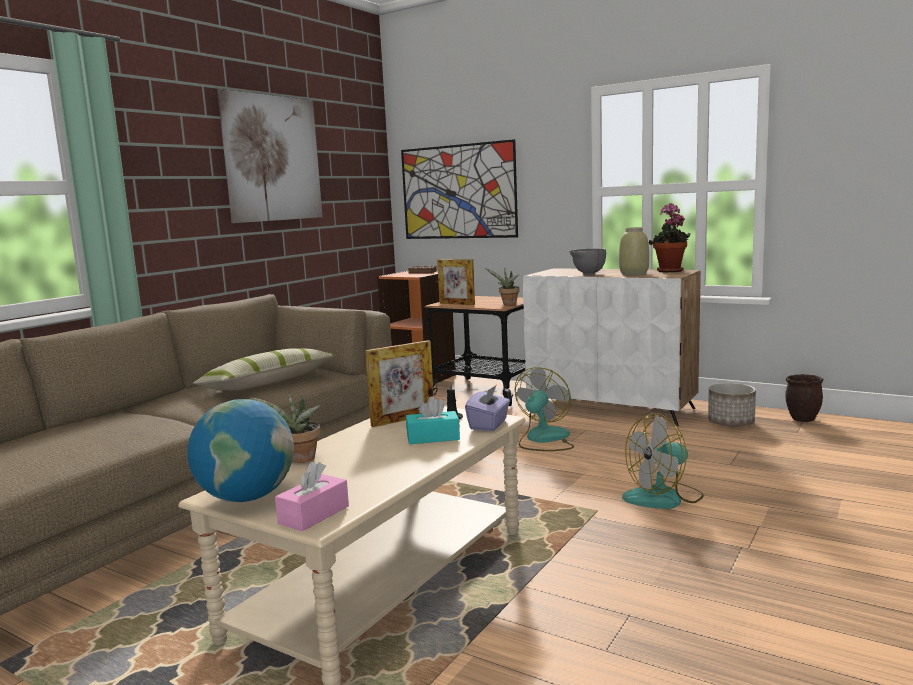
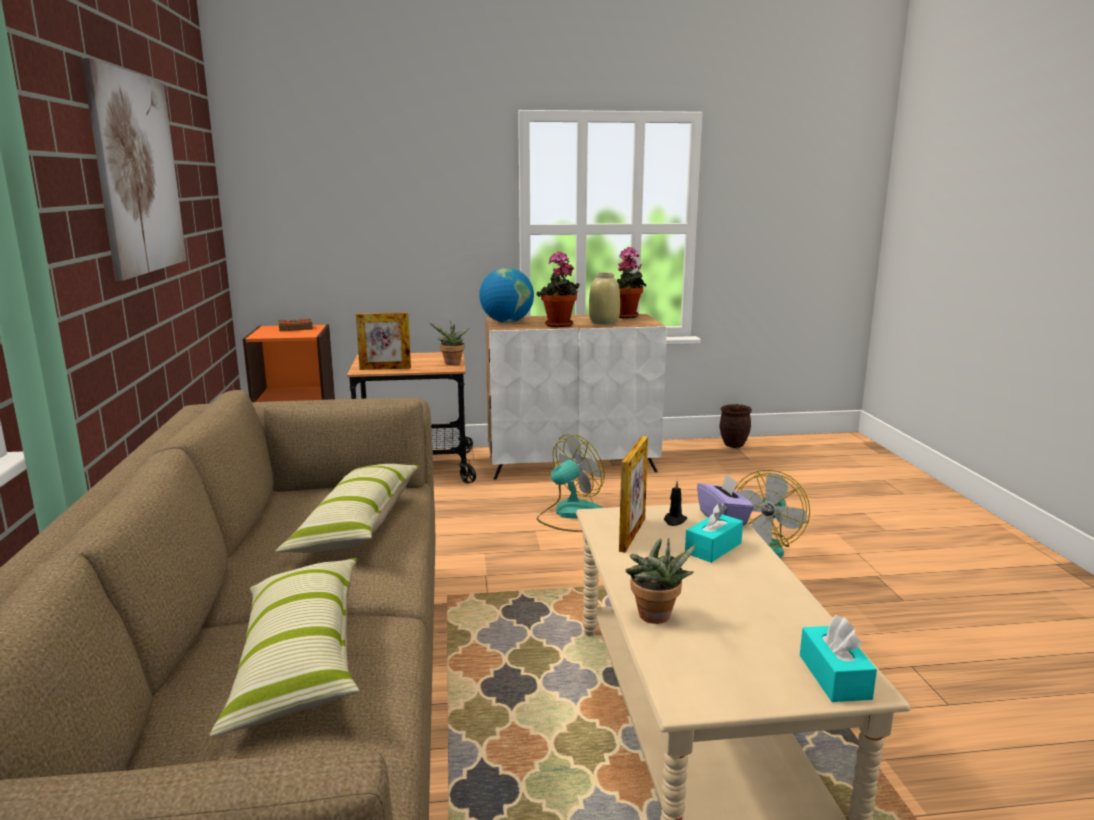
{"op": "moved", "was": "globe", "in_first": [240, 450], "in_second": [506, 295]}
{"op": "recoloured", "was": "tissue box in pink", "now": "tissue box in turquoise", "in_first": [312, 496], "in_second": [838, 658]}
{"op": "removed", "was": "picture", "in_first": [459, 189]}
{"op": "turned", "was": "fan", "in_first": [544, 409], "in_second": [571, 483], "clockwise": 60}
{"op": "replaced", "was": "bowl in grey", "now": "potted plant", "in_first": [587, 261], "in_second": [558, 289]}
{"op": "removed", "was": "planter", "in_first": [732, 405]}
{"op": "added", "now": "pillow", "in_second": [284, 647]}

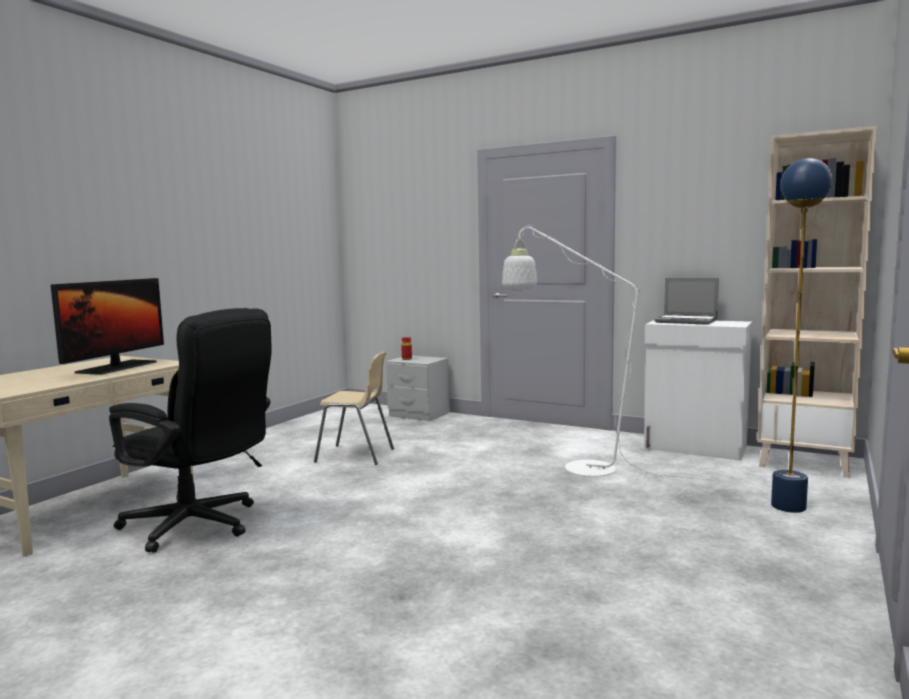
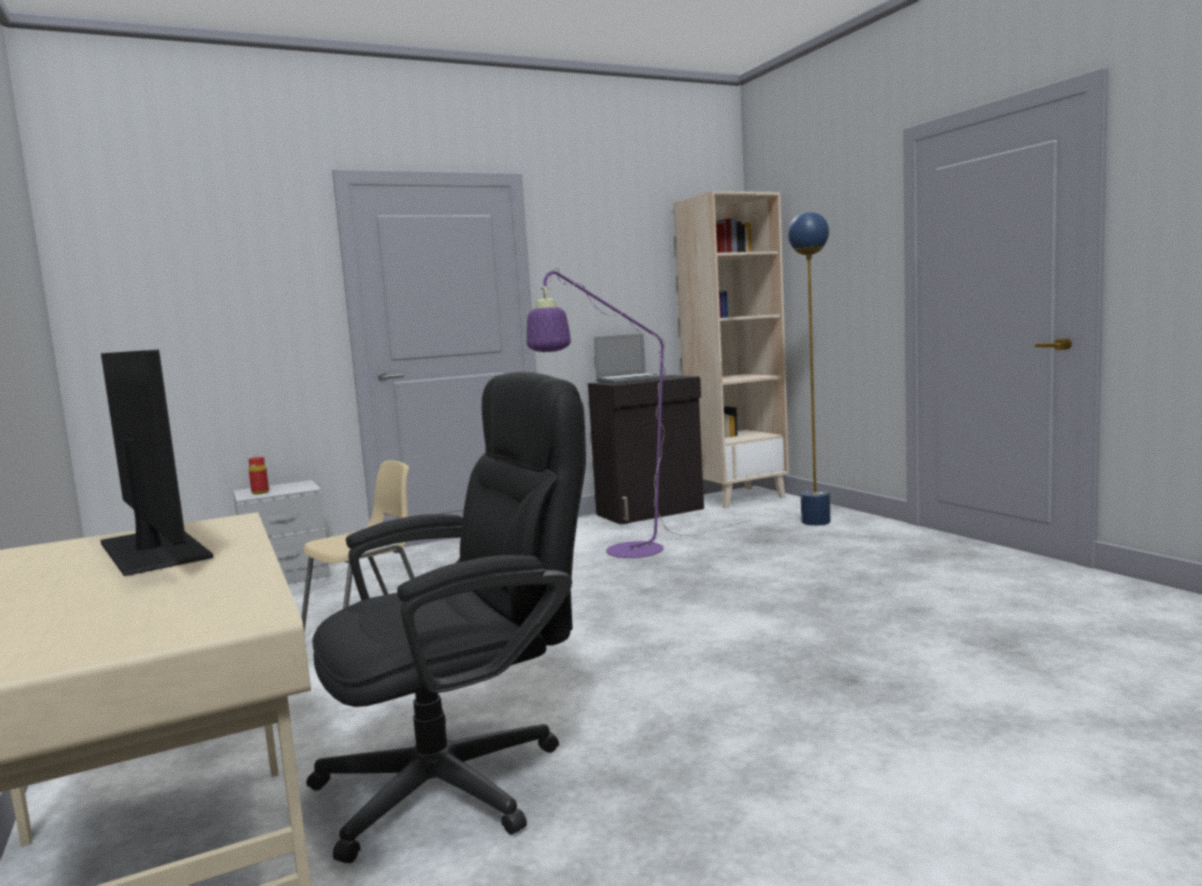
{"op": "recoloured", "was": "floor lamp in white", "now": "floor lamp in purple", "in_first": [621, 353], "in_second": [639, 413]}
{"op": "recoloured", "was": "cabinet in white", "now": "cabinet in black", "in_first": [698, 390], "in_second": [646, 450]}

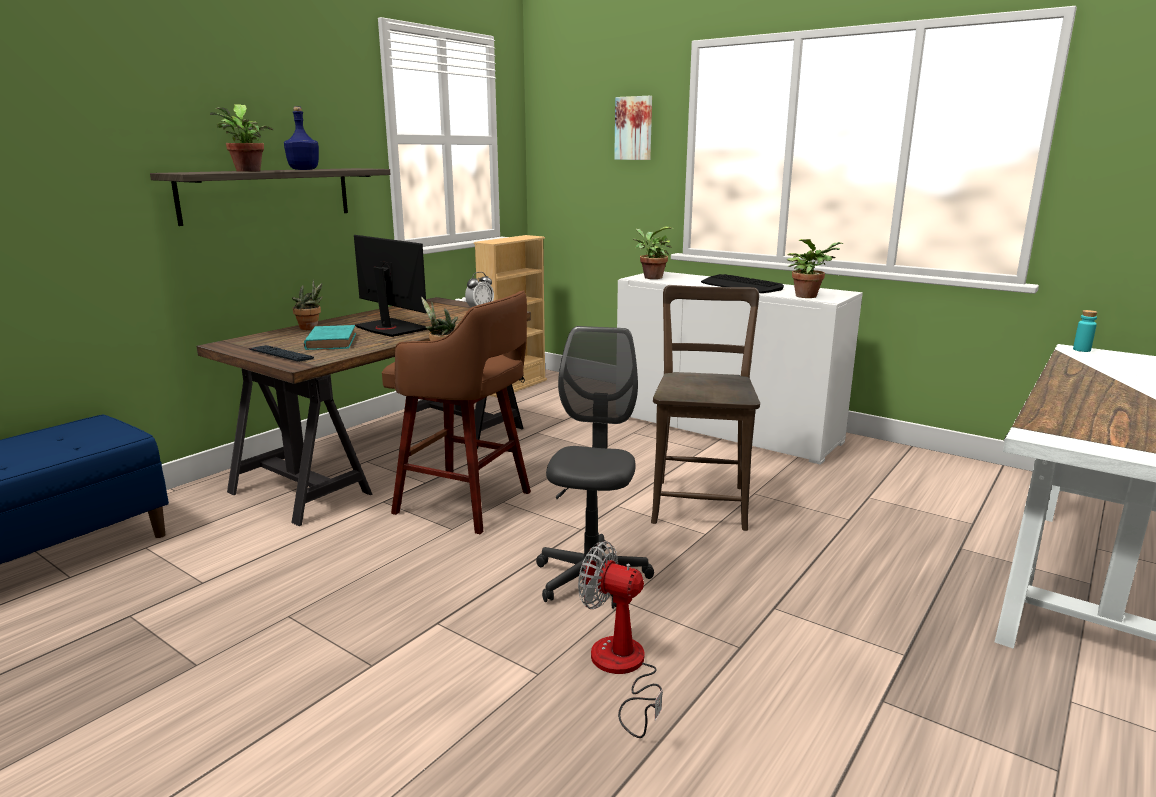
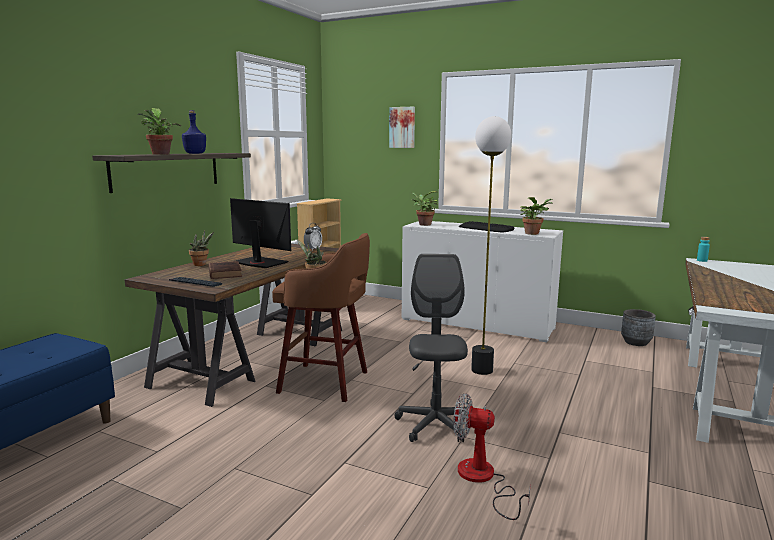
{"op": "recoloured", "was": "book in turquoise", "now": "book in brown", "in_first": [330, 337], "in_second": [225, 270]}
{"op": "replaced", "was": "chair in brown", "now": "floor lamp", "in_first": [705, 408], "in_second": [491, 245]}
{"op": "added", "now": "planter in grey", "in_second": [638, 327]}

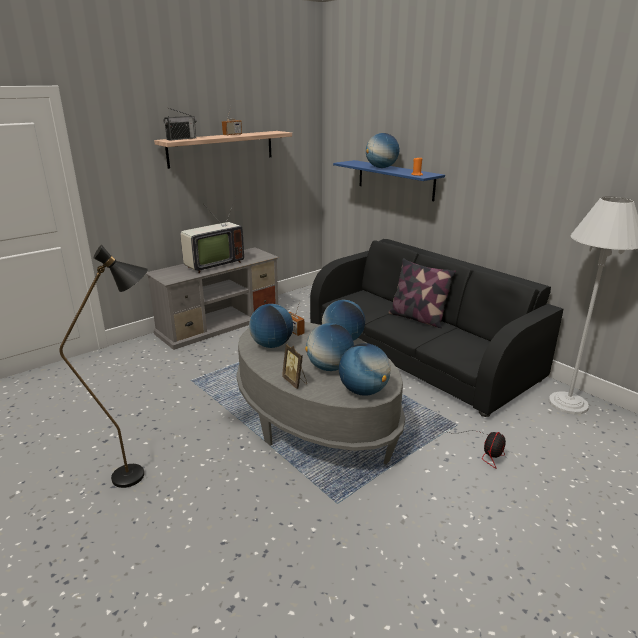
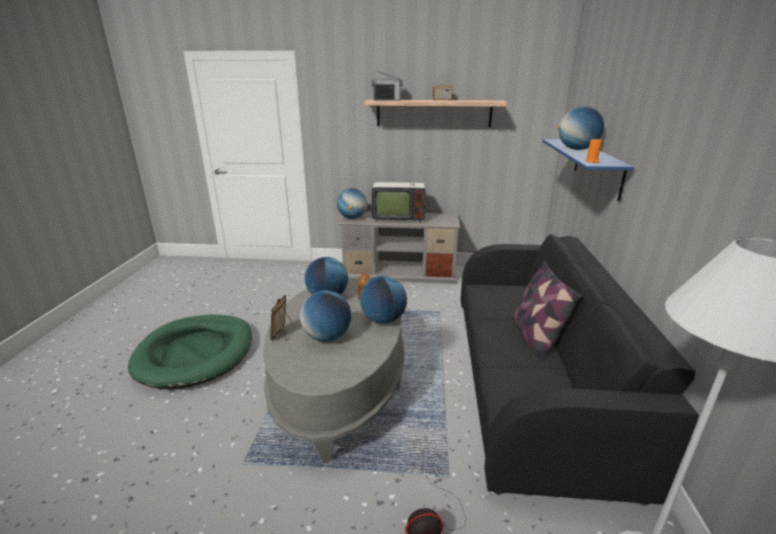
{"op": "replaced", "was": "floor lamp in black", "now": "dog bed in green", "in_first": [104, 366], "in_second": [190, 352]}
{"op": "moved", "was": "globe", "in_first": [365, 369], "in_second": [352, 203]}

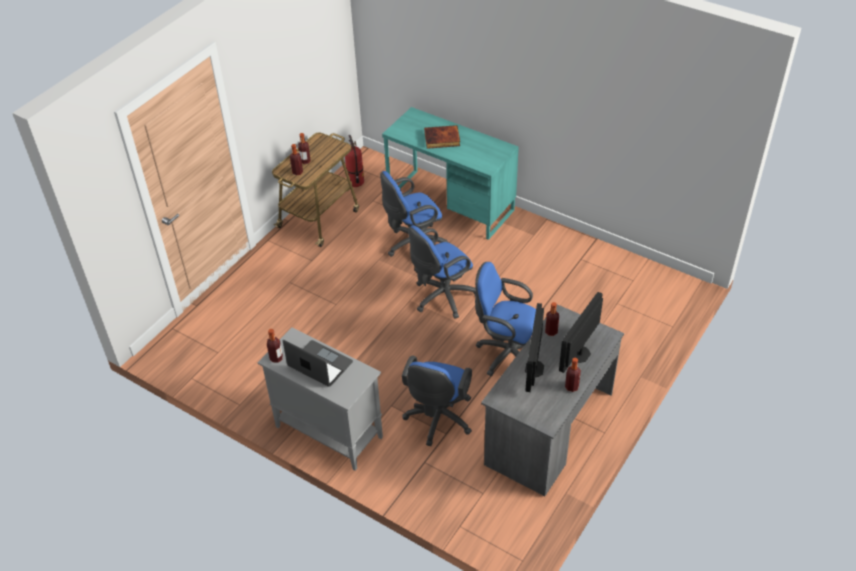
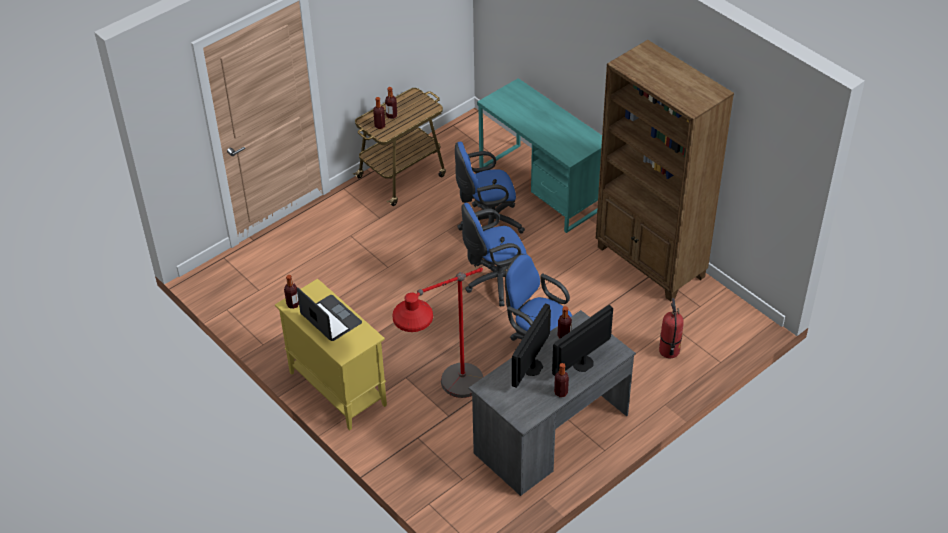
{"op": "recoloured", "was": "cabinet in grey", "now": "cabinet in yellow", "in_first": [320, 399], "in_second": [331, 355]}
{"op": "moved", "was": "fire extinguisher", "in_first": [354, 161], "in_second": [671, 328]}
{"op": "replaced", "was": "office chair in blue", "now": "floor lamp in red", "in_first": [437, 400], "in_second": [438, 332]}
{"op": "removed", "was": "book", "in_first": [442, 137]}
{"op": "added", "now": "bookcase in brown", "in_second": [665, 170]}

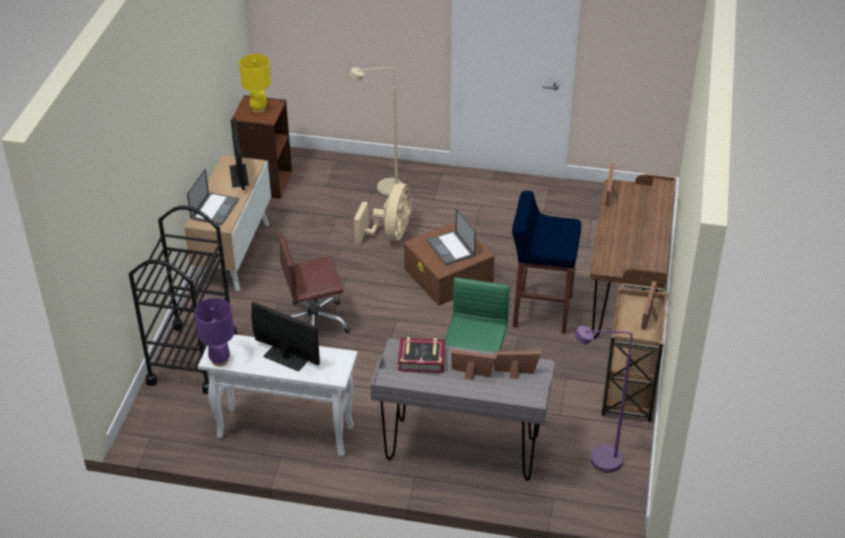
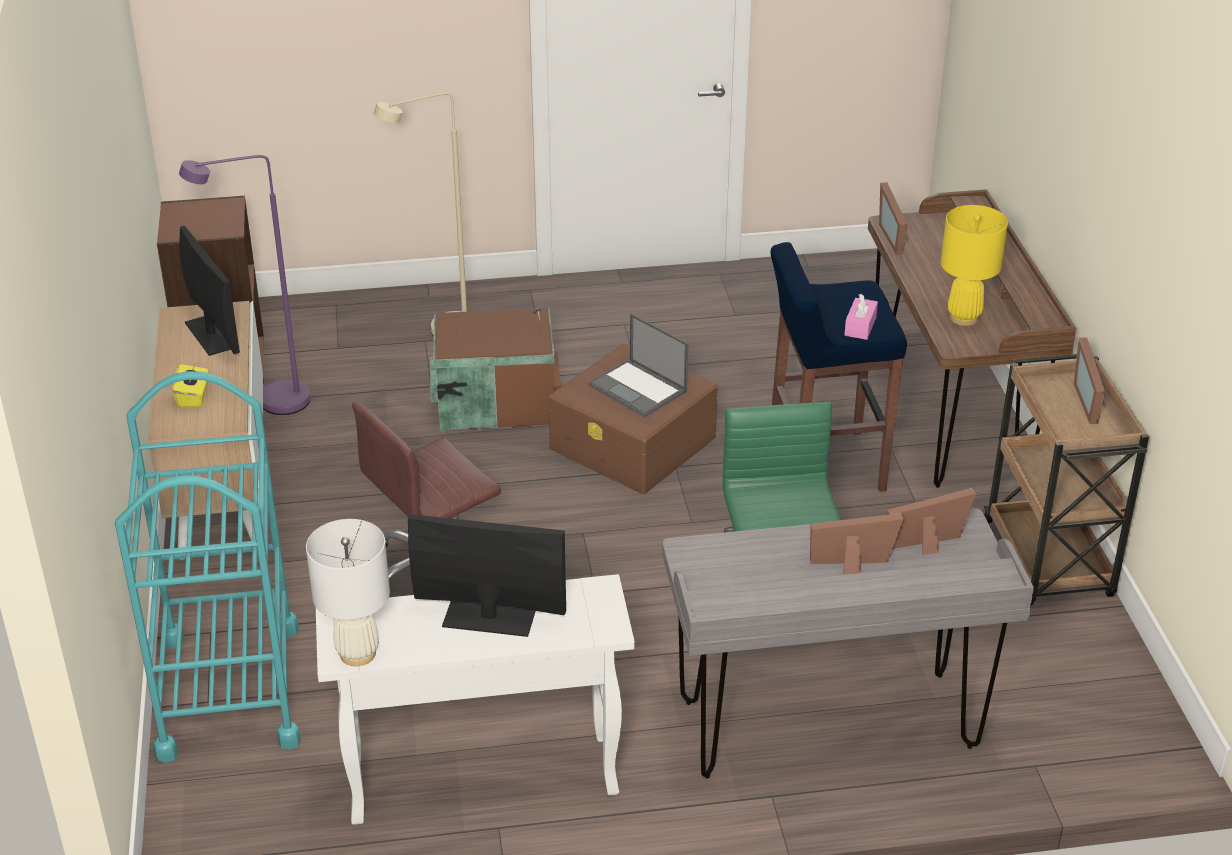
{"op": "recoloured", "was": "cart in black", "now": "cart in turquoise", "in_first": [183, 300], "in_second": [208, 567]}
{"op": "replaced", "was": "laptop", "now": "tissue box in yellow", "in_first": [213, 197], "in_second": [190, 385]}
{"op": "recoloured", "was": "table lamp in purple", "now": "table lamp in white", "in_first": [214, 332], "in_second": [348, 592]}
{"op": "moved", "was": "table lamp in yellow", "in_first": [255, 83], "in_second": [974, 265]}
{"op": "replaced", "was": "fan in beige", "now": "storage box in brown", "in_first": [382, 213], "in_second": [495, 370]}
{"op": "removed", "was": "book", "in_first": [421, 355]}
{"op": "moved", "was": "floor lamp in purple", "in_first": [603, 399], "in_second": [244, 285]}
{"op": "added", "now": "tissue box in pink", "in_second": [861, 317]}

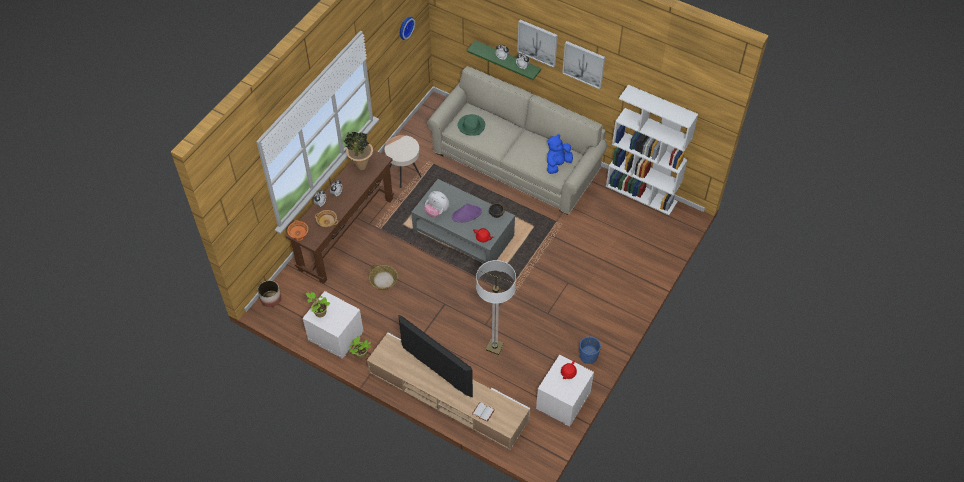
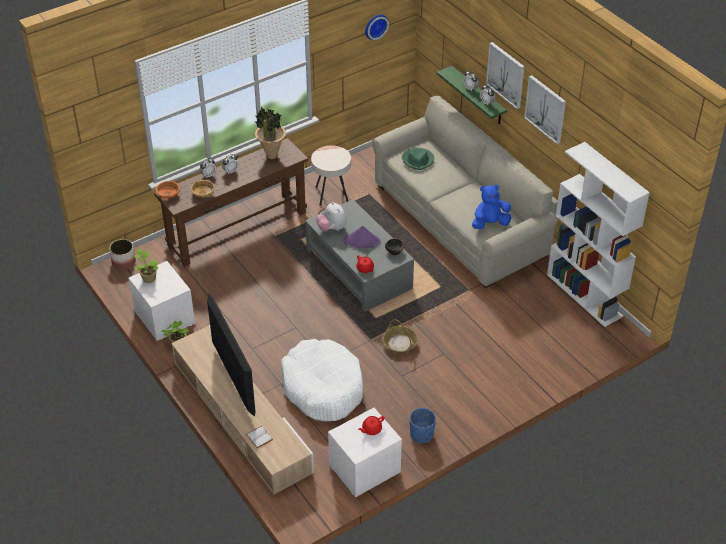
{"op": "moved", "was": "basket", "in_first": [383, 276], "in_second": [400, 336]}
{"op": "replaced", "was": "floor lamp", "now": "dog bed in white", "in_first": [496, 307], "in_second": [322, 380]}

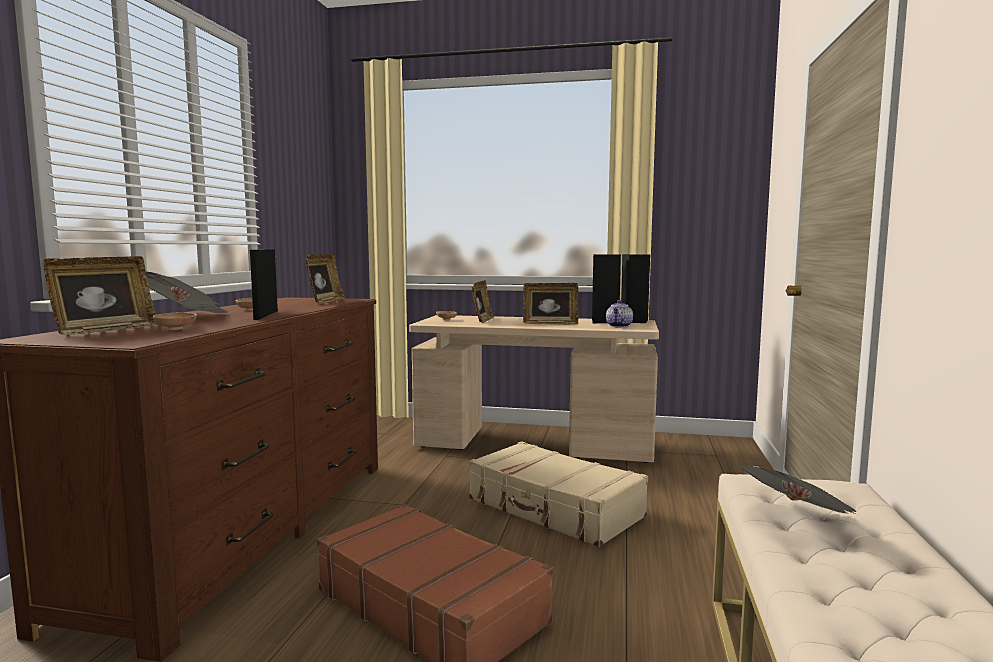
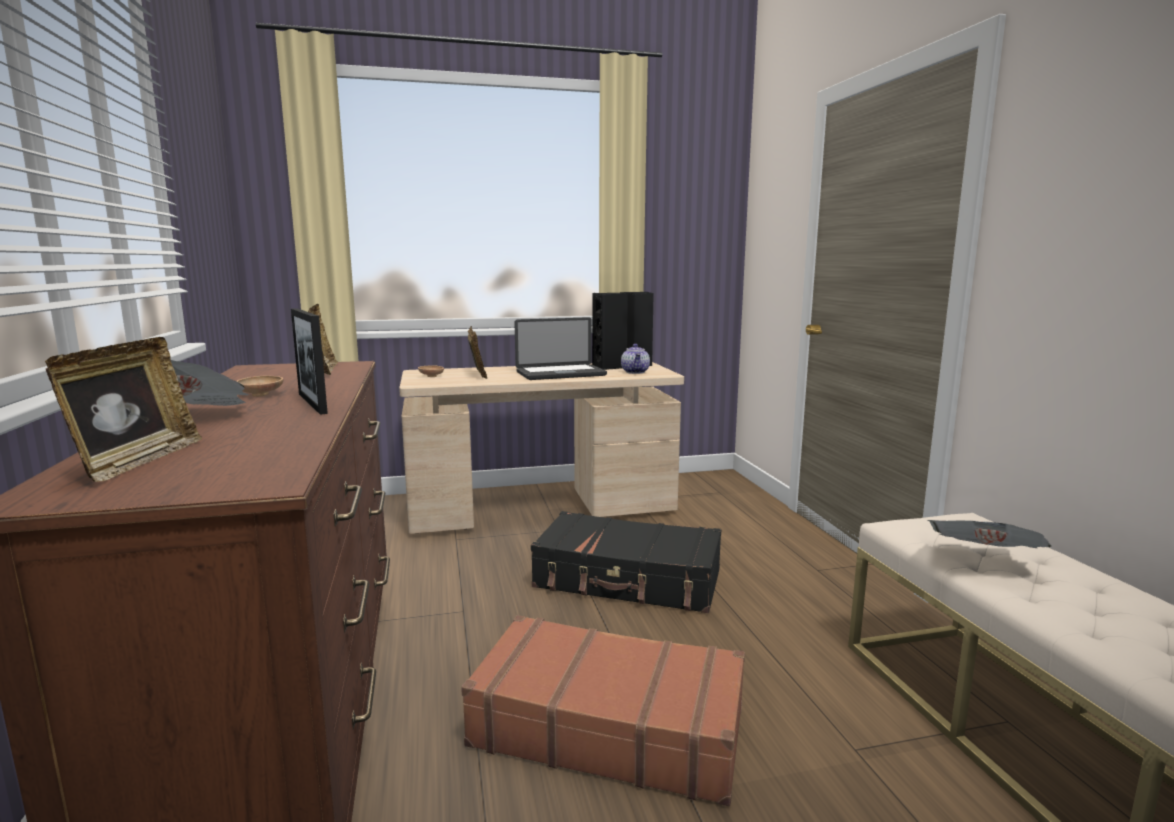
{"op": "removed", "was": "bowl in brown", "in_first": [175, 321]}
{"op": "recoloured", "was": "suitcase in beige", "now": "suitcase in black", "in_first": [558, 494], "in_second": [626, 562]}
{"op": "replaced", "was": "picture frame", "now": "laptop", "in_first": [550, 304], "in_second": [560, 348]}

